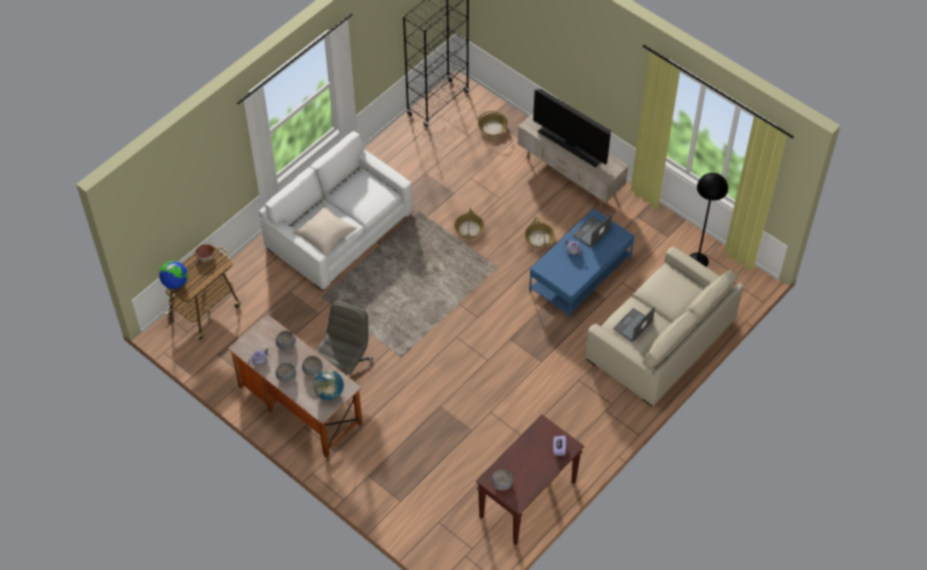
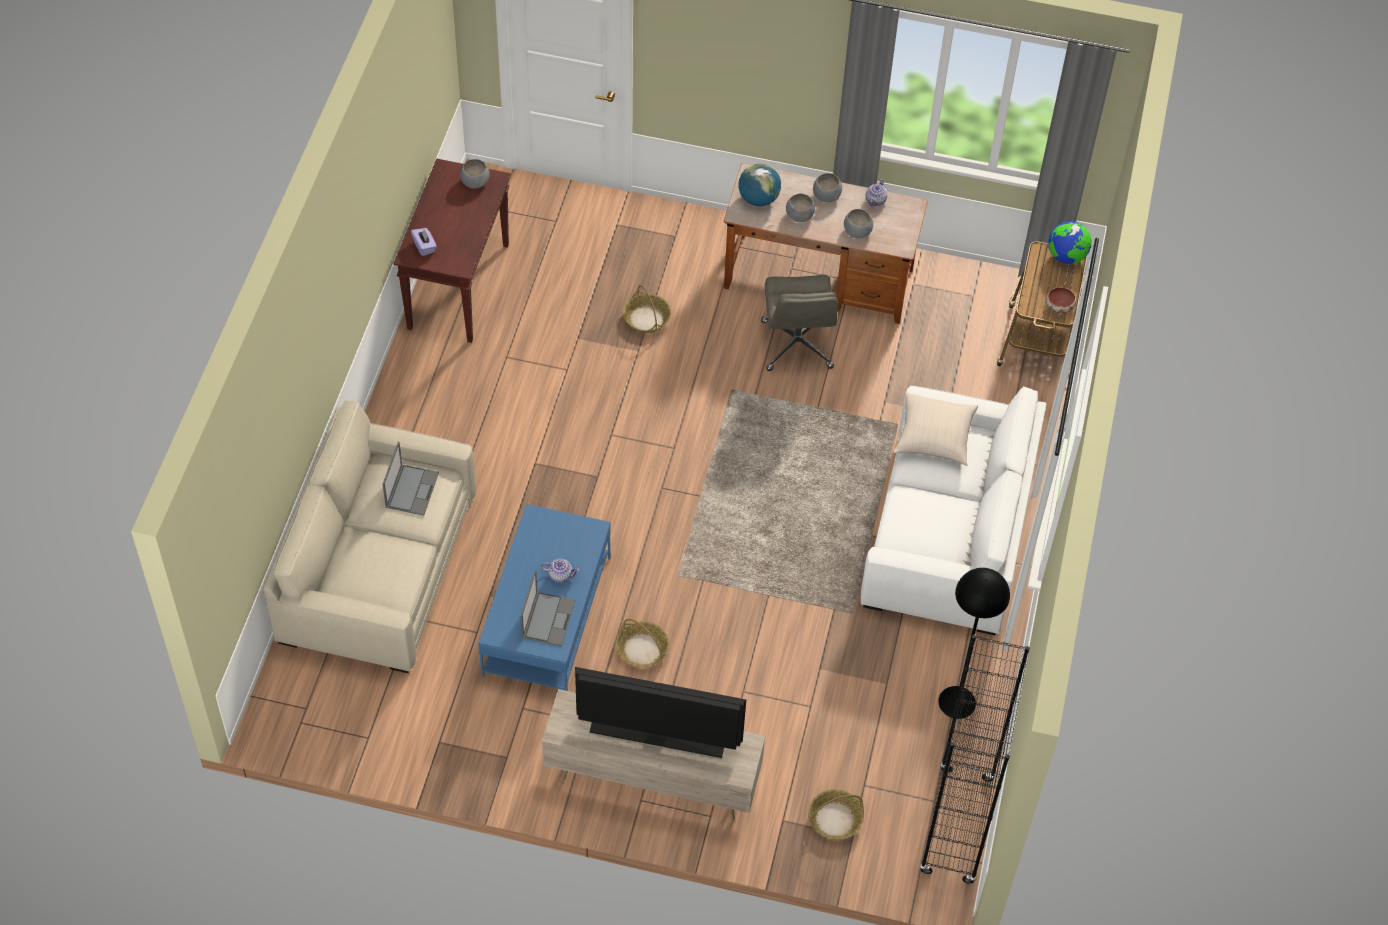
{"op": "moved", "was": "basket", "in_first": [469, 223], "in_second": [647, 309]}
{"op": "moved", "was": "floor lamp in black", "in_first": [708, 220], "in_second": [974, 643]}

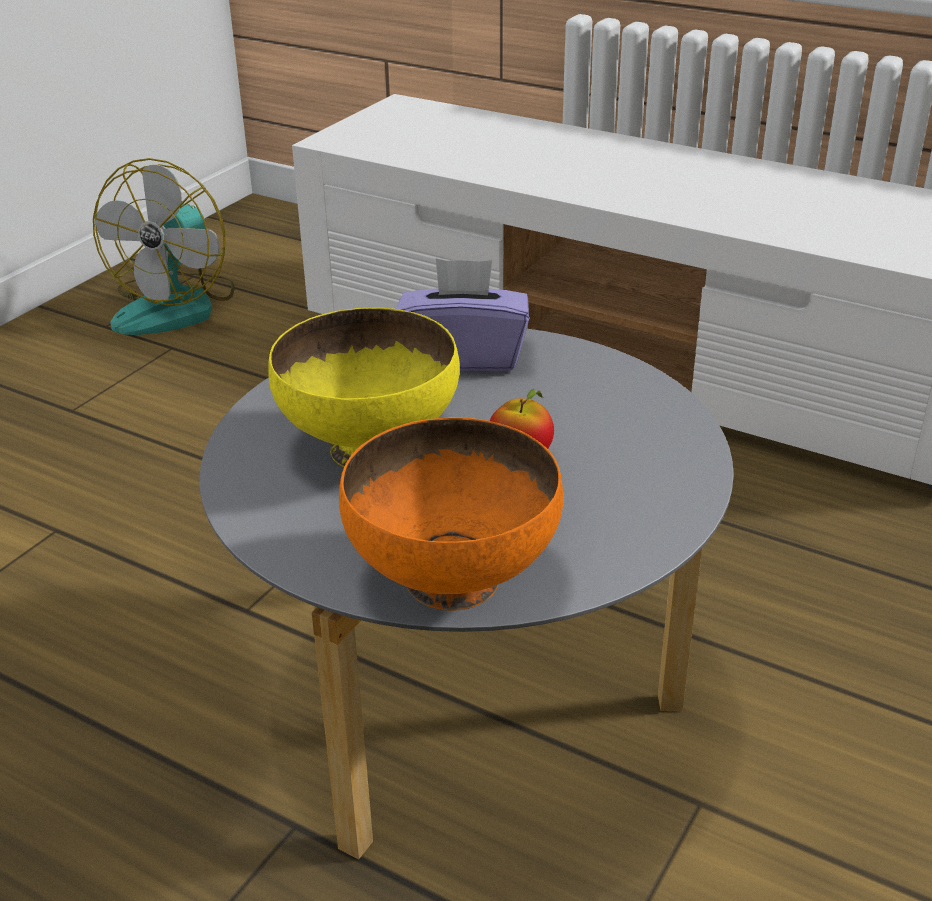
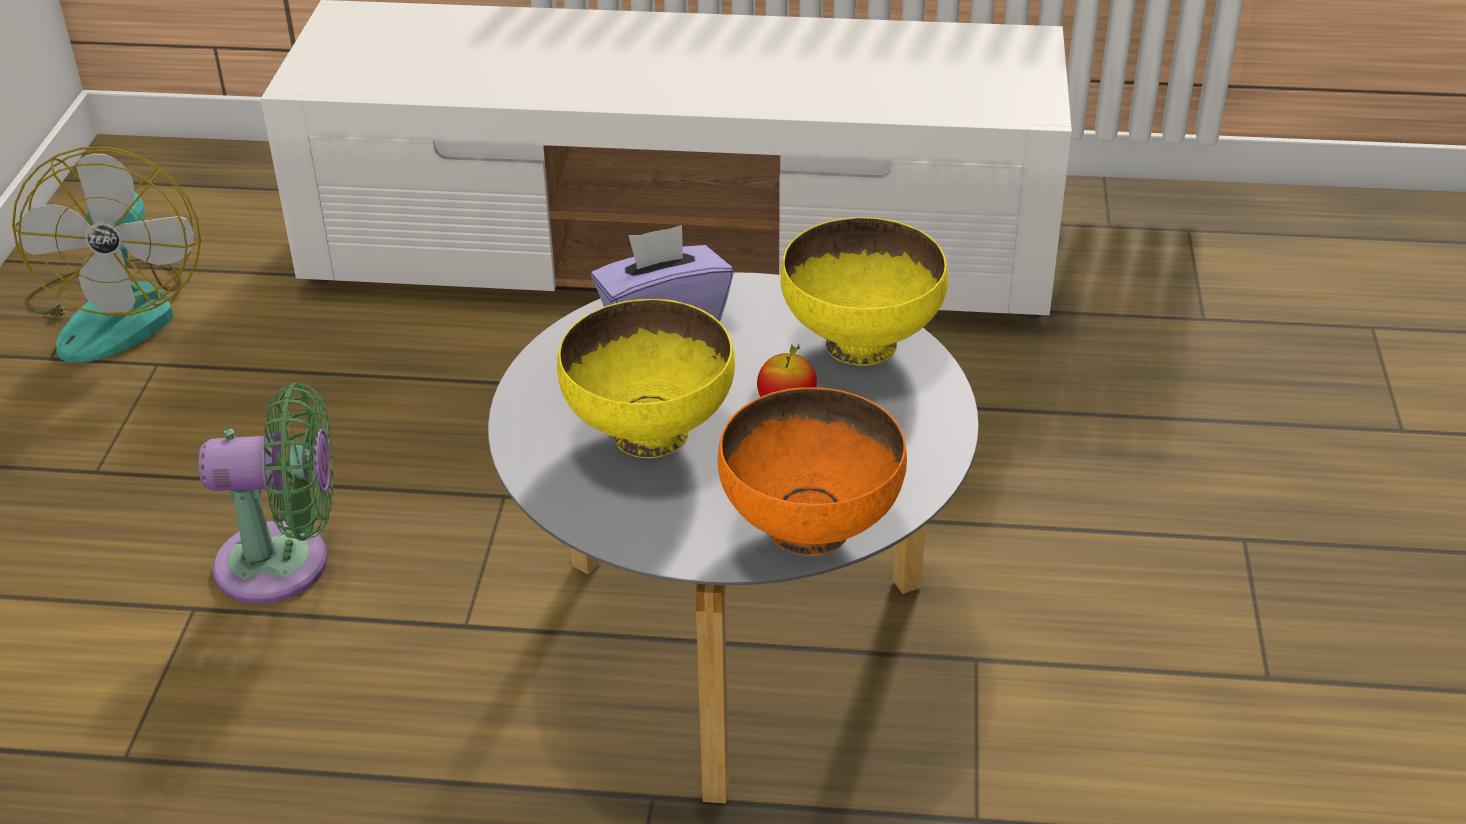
{"op": "added", "now": "fan in green", "in_second": [266, 493]}
{"op": "added", "now": "bowl in yellow", "in_second": [864, 291]}

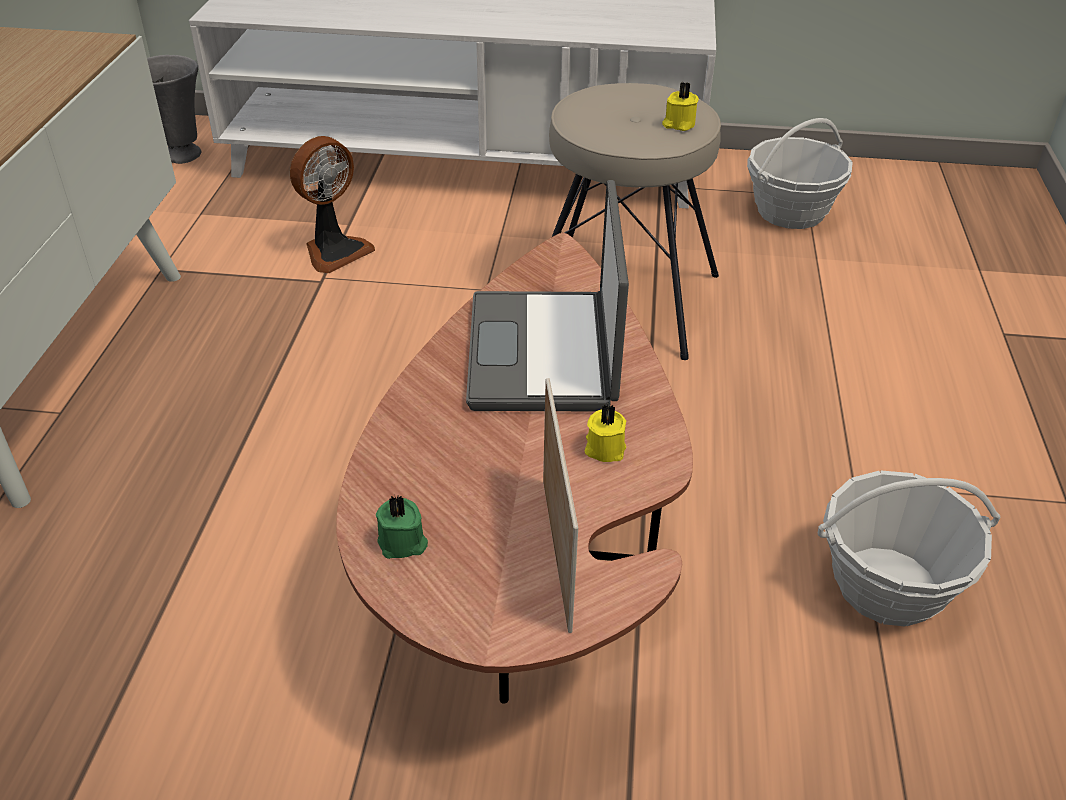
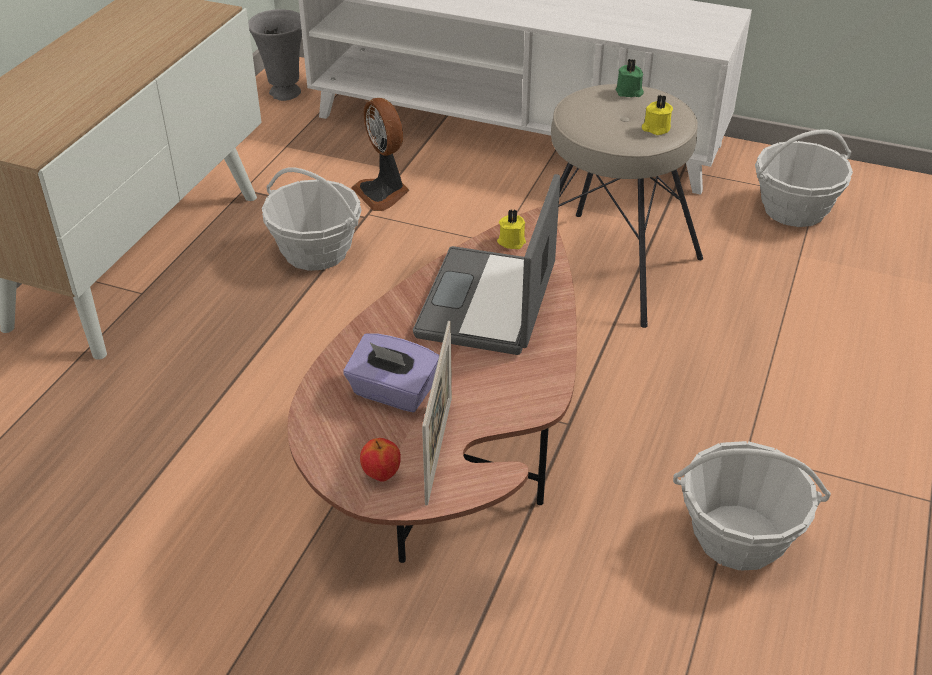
{"op": "turned", "was": "fan", "in_first": [332, 204], "in_second": [380, 154], "clockwise": 90}
{"op": "moved", "was": "candle in green", "in_first": [402, 527], "in_second": [630, 78]}
{"op": "moved", "was": "candle in yellow", "in_first": [605, 433], "in_second": [511, 229]}
{"op": "added", "now": "basket", "in_second": [311, 219]}
{"op": "added", "now": "tissue box in purple", "in_second": [391, 372]}
{"op": "added", "now": "apple", "in_second": [380, 460]}

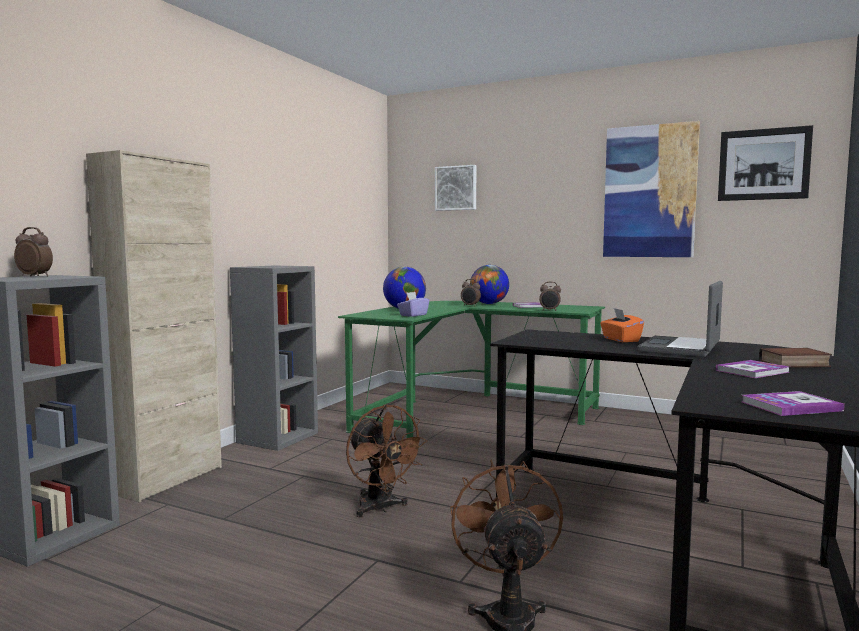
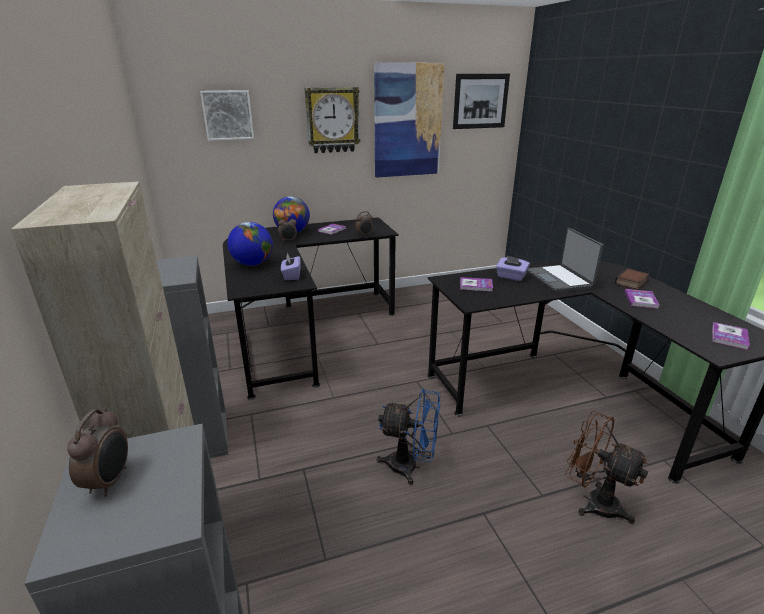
{"op": "turned", "was": "alarm clock", "in_first": [33, 251], "in_second": [97, 452], "clockwise": 120}
{"op": "recoloured", "was": "desk in green", "now": "desk in black", "in_first": [471, 369], "in_second": [311, 308]}
{"op": "recoloured", "was": "fan in brown", "now": "fan in blue", "in_first": [386, 460], "in_second": [408, 437]}
{"op": "recoloured", "was": "tissue box in orange", "now": "tissue box in purple", "in_first": [622, 325], "in_second": [513, 268]}
{"op": "added", "now": "wall clock", "in_second": [332, 120]}
{"op": "added", "now": "book", "in_second": [476, 284]}

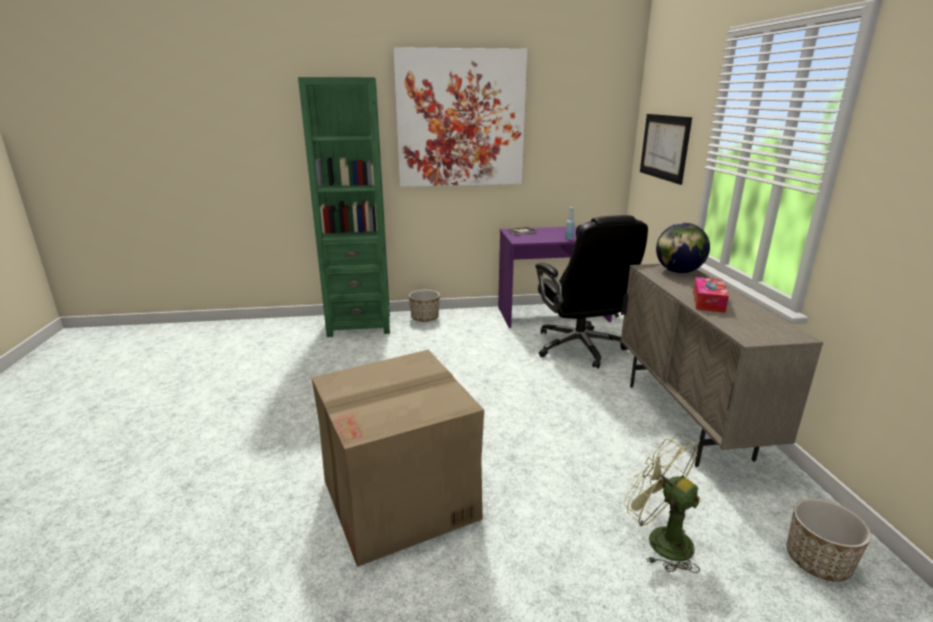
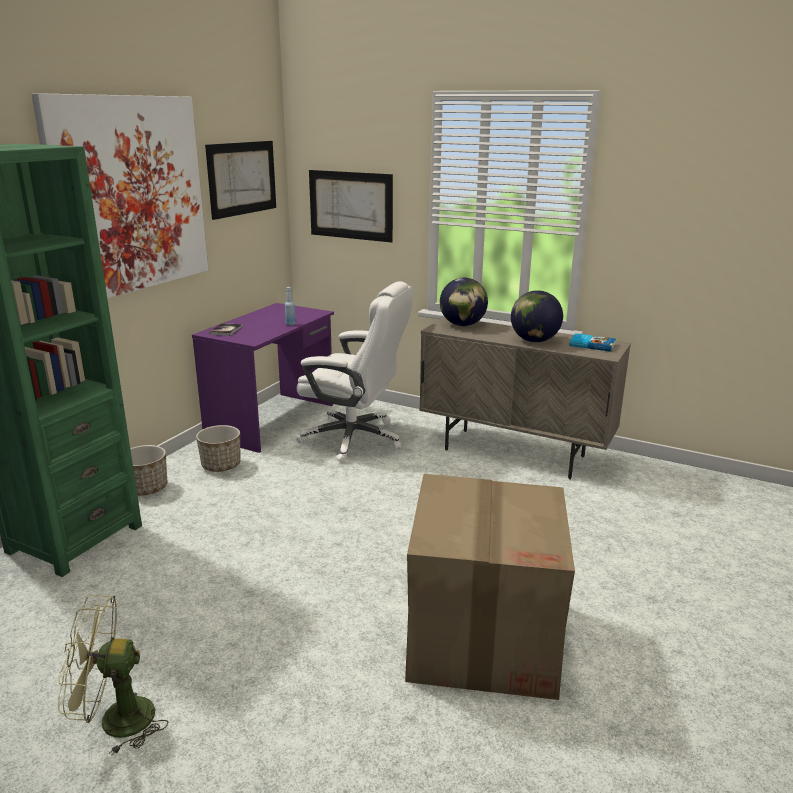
{"op": "recoloured", "was": "office chair in black", "now": "office chair in white", "in_first": [591, 291], "in_second": [354, 372]}
{"op": "moved", "was": "fan in green", "in_first": [662, 503], "in_second": [113, 675]}
{"op": "replaced", "was": "tissue box", "now": "globe", "in_first": [711, 295], "in_second": [537, 316]}
{"op": "moved", "was": "planter", "in_first": [829, 540], "in_second": [218, 448]}
{"op": "added", "now": "picture", "in_second": [240, 180]}
{"op": "added", "now": "book", "in_second": [593, 342]}

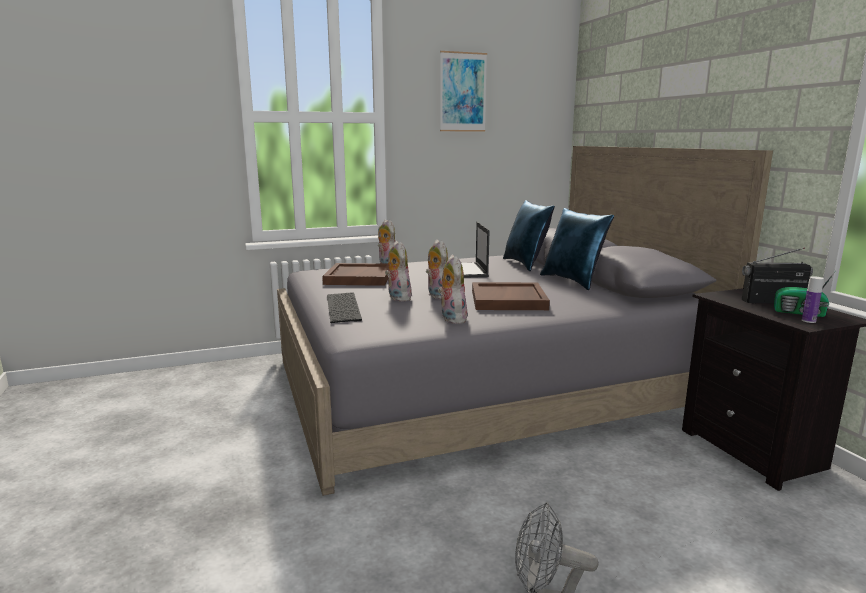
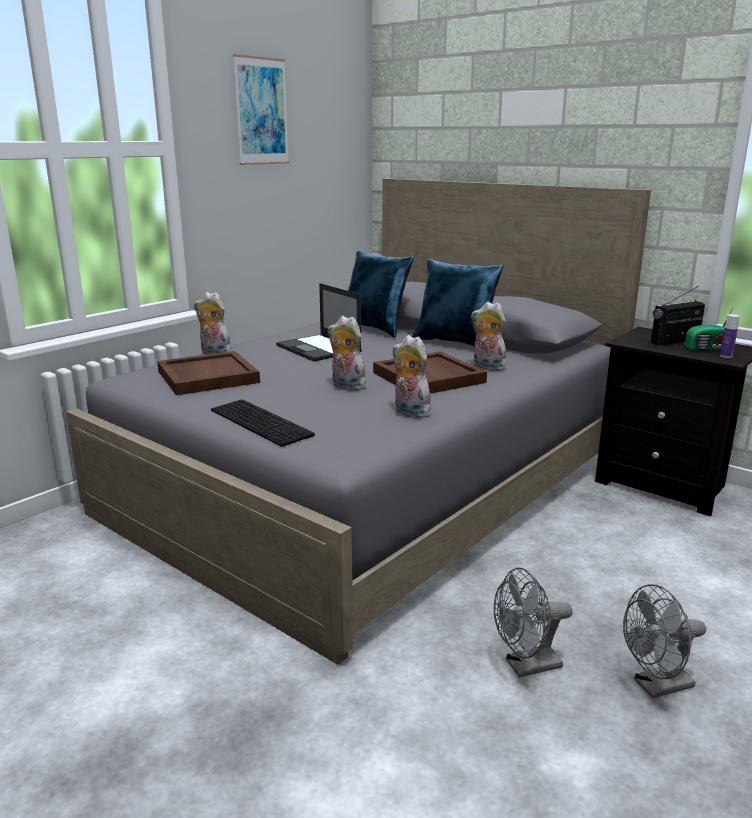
{"op": "moved", "was": "plush toy", "in_first": [398, 271], "in_second": [488, 336]}
{"op": "added", "now": "fan in grey", "in_second": [533, 622]}

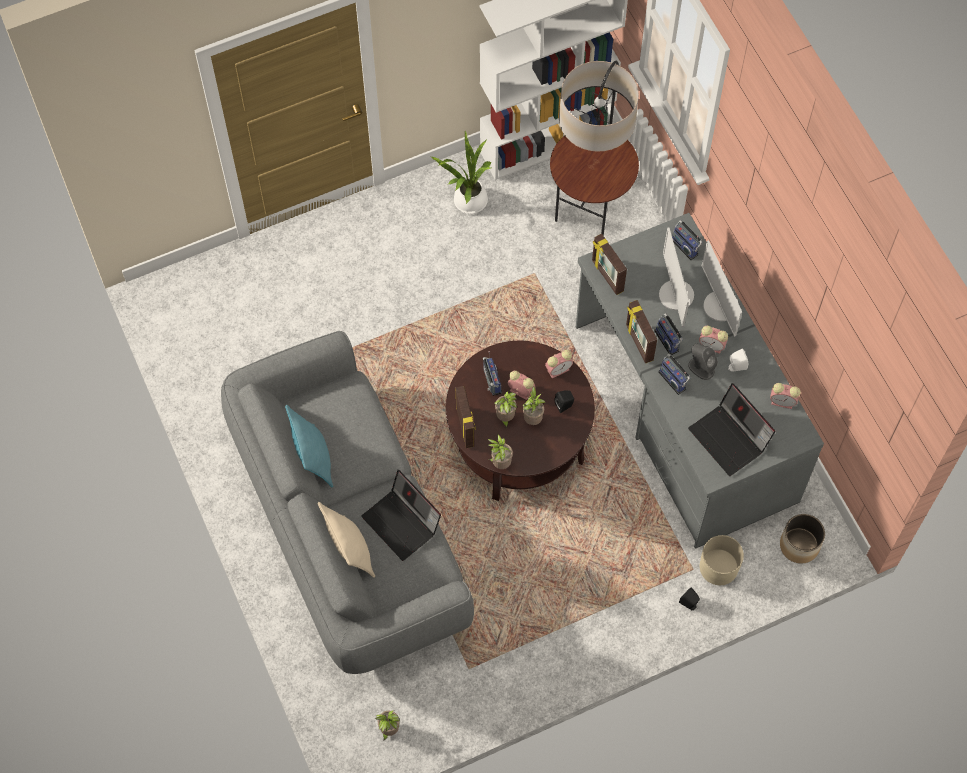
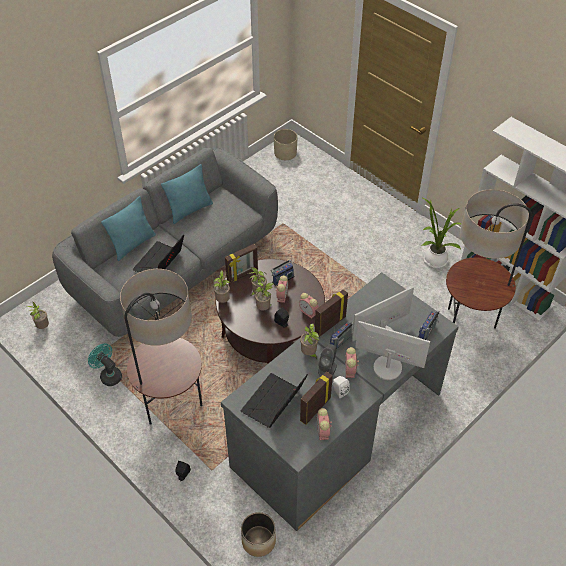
{"op": "recoloured", "was": "pillow in beige", "now": "pillow in turquoise", "in_first": [346, 540], "in_second": [128, 228]}
{"op": "moved", "was": "picture frame", "in_first": [609, 264], "in_second": [316, 398]}
{"op": "replaced", "was": "radio", "now": "potted plant", "in_first": [674, 374], "in_second": [309, 341]}
{"op": "moved", "was": "planter in beige", "in_first": [722, 560], "in_second": [285, 144]}
{"op": "turned", "was": "monitor", "in_first": [722, 288], "in_second": [392, 350], "clockwise": 60}
{"op": "added", "now": "fan in turquoise", "in_second": [105, 364]}
{"op": "added", "now": "floor lamp", "in_second": [161, 347]}

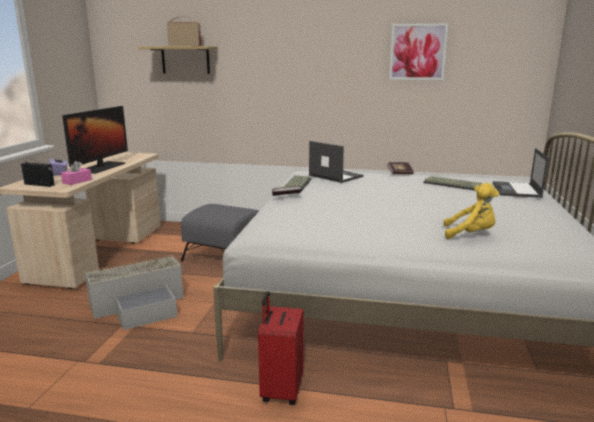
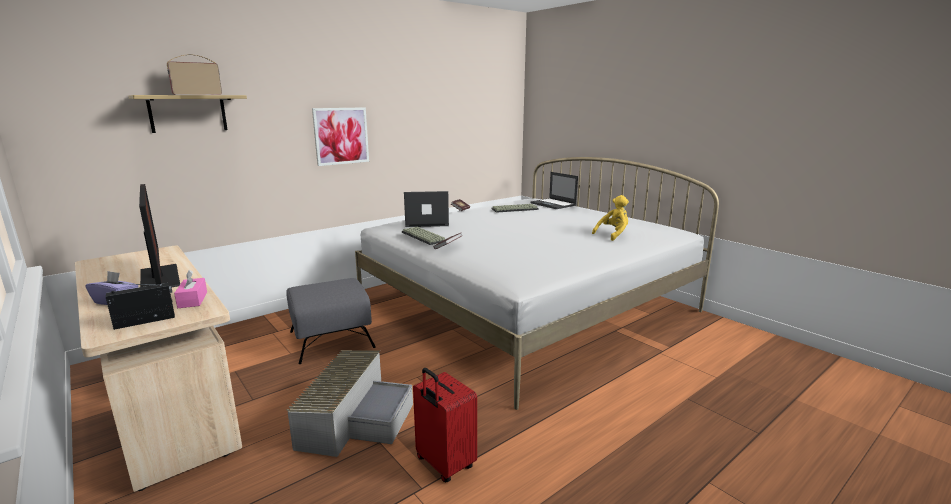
{"op": "moved", "was": "suitcase in red", "in_first": [281, 348], "in_second": [445, 425]}
{"op": "moved", "was": "picture", "in_first": [418, 51], "in_second": [340, 136]}

